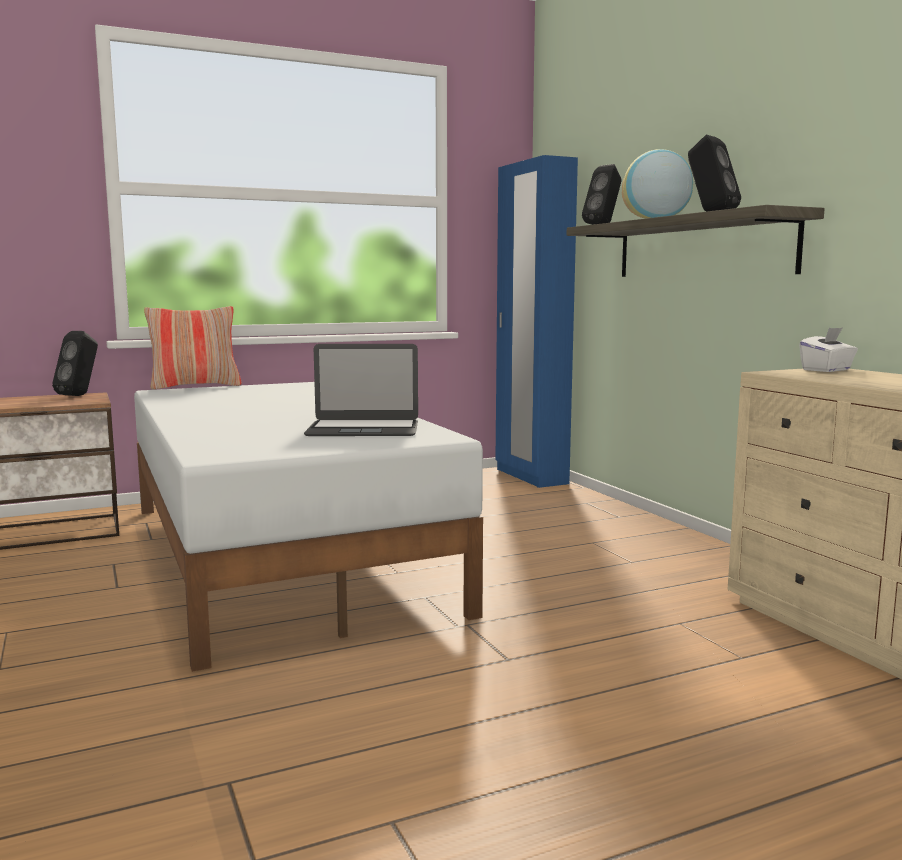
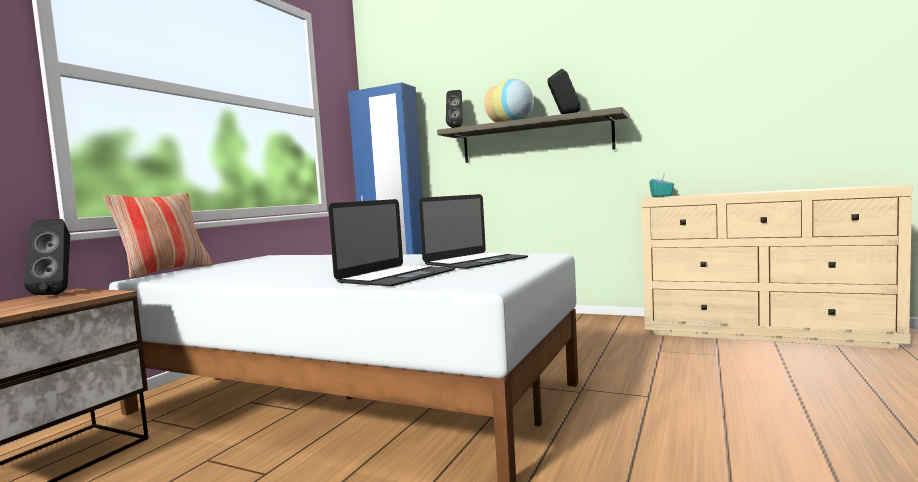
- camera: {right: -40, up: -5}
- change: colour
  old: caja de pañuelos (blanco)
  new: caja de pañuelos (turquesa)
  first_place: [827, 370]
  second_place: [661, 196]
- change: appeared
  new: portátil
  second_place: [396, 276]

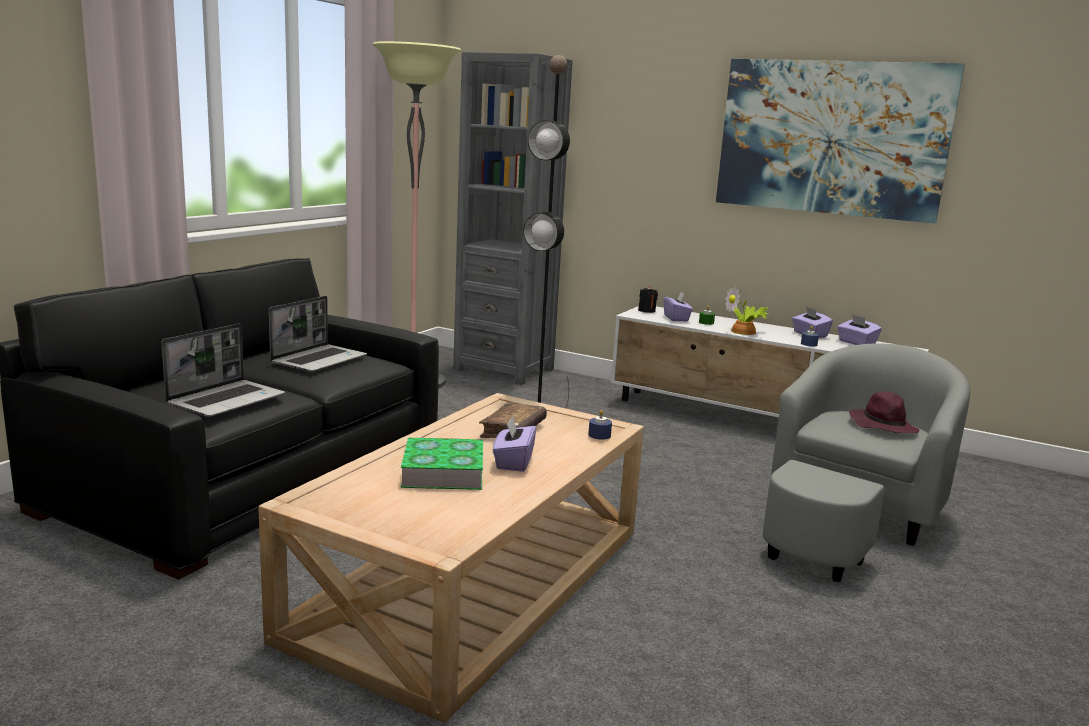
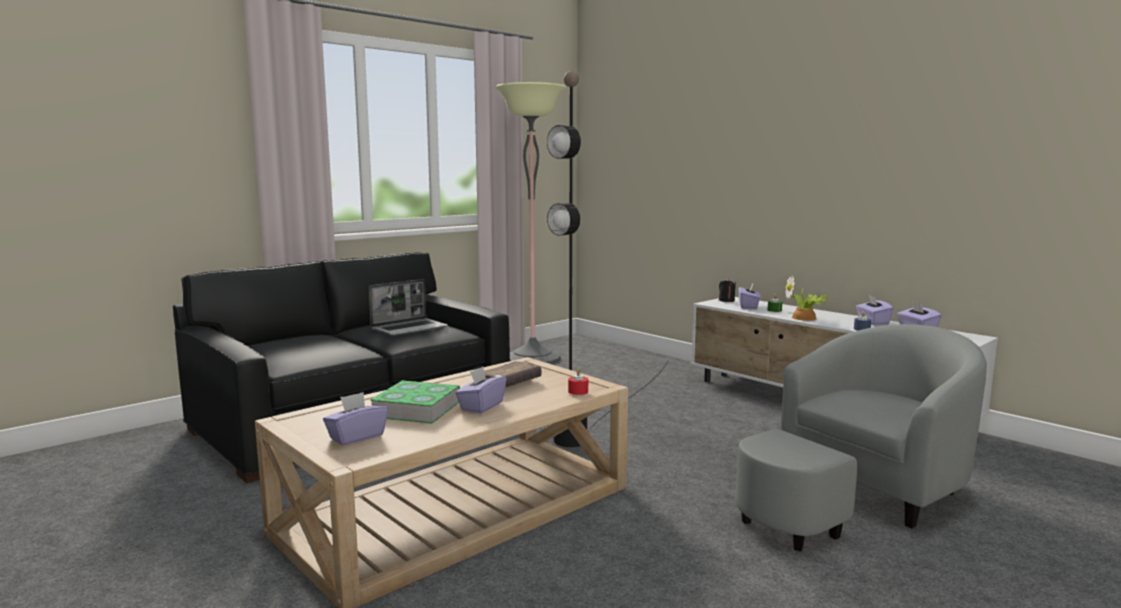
- camera: {right: 20, up: -5}
- change: missing
  old: estantería (gris)
  first_place: [504, 370]
- change: missing
  old: cuadro
  first_place: [831, 138]
- change: missing
  old: portátil
  first_place: [227, 400]
- change: missing
  old: sombrero (morado)
  first_place: [882, 426]
- change: colour
  old: vela (azul)
  new: vela (rojo)
  first_place: [599, 435]
  second_place: [578, 391]
- change: appeared
  new: caja de pañuelos (morado)
  second_place: [356, 437]

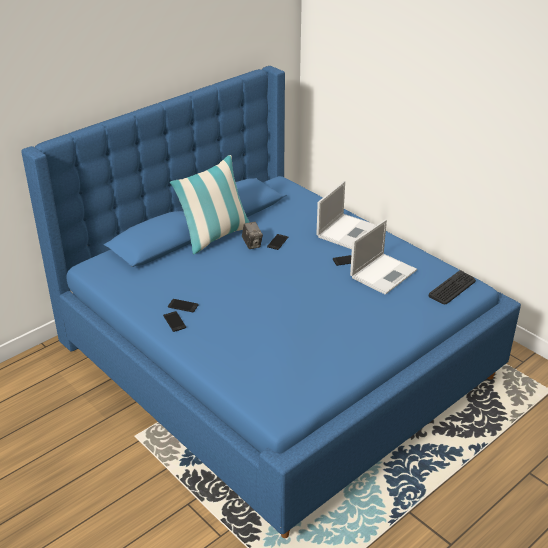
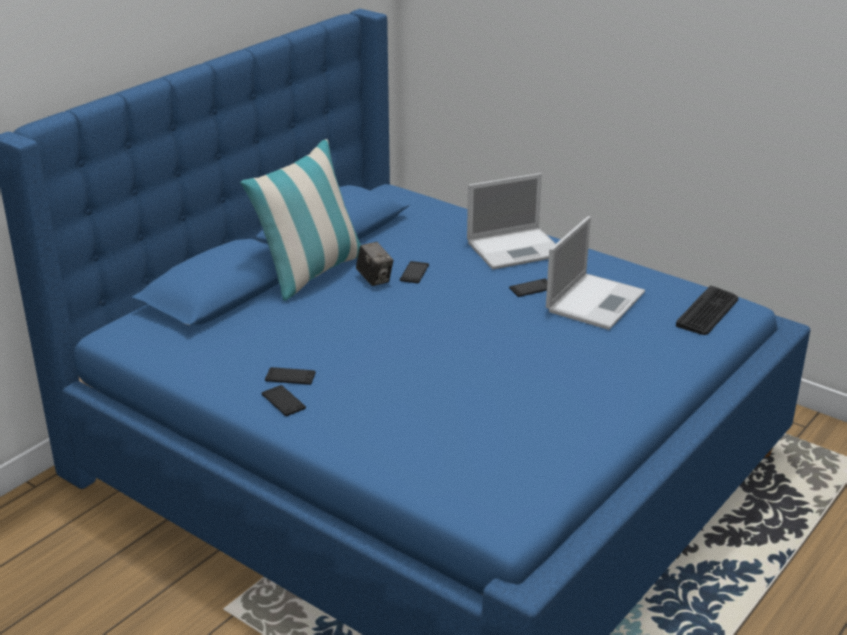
- camera: {right: -10, up: -5}
- change: spun
  old: portátil
  first_place: [346, 231]
  second_place: [517, 248]
  degrees: 45

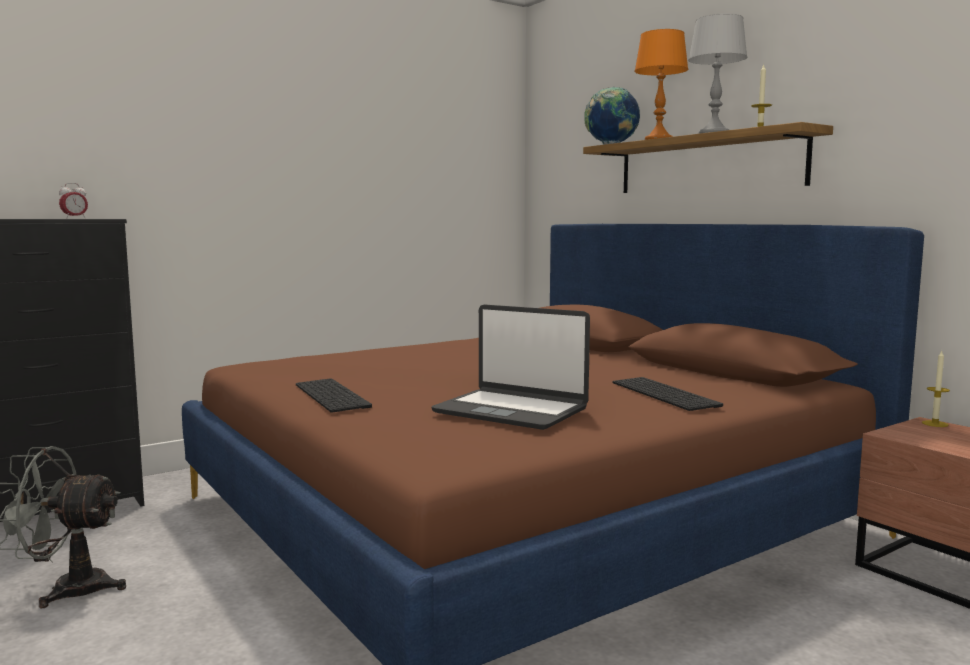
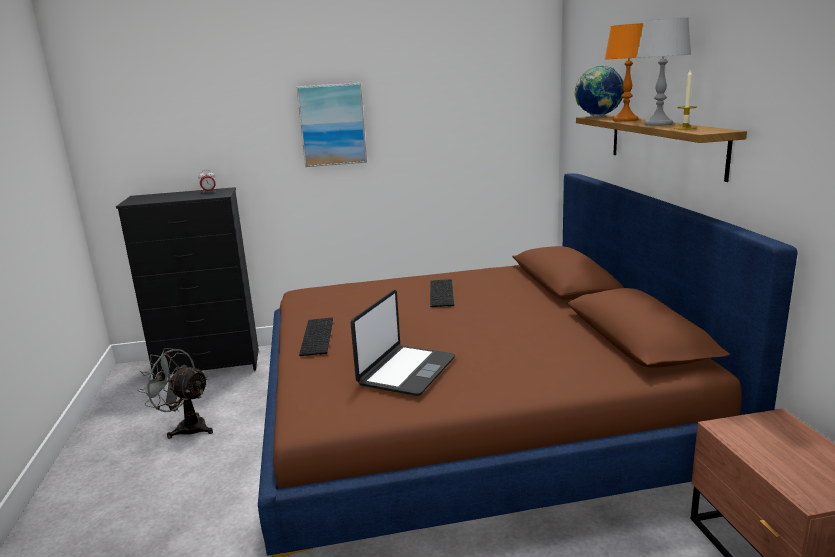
- camera: {right: 25, up: 10}
- change: spun
  old: portátil
  first_place: [511, 410]
  second_place: [406, 371]
  degrees: -120
- change: missing
  old: vela
  first_place: [935, 424]
- change: relocated
  old: teclado
  first_place: [667, 394]
  second_place: [443, 293]
- change: appeared
  new: cuadro
  second_place: [332, 125]

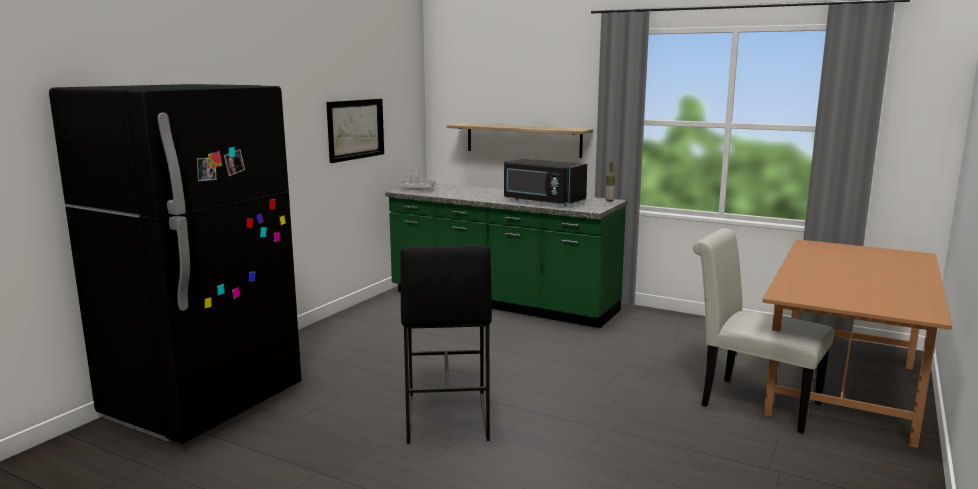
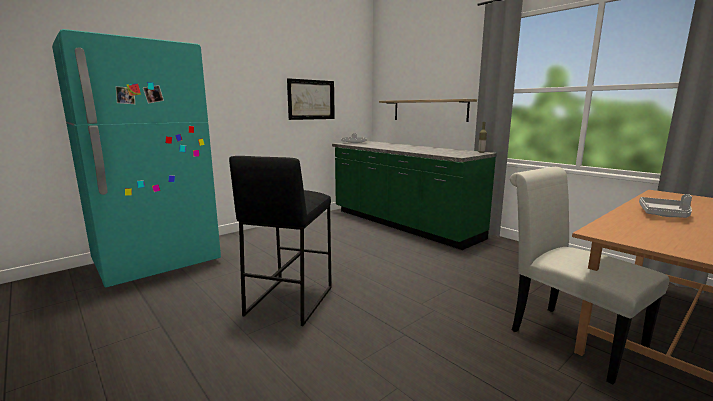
- camera: {right: 20, up: 0}
- change: colour
  old: nevera (negro)
  new: nevera (turquesa)
  first_place: [204, 403]
  second_place: [157, 263]
- change: missing
  old: microondas (negro)
  first_place: [542, 201]
- change: appeared
  new: bandeja (gris)
  second_place: [664, 214]

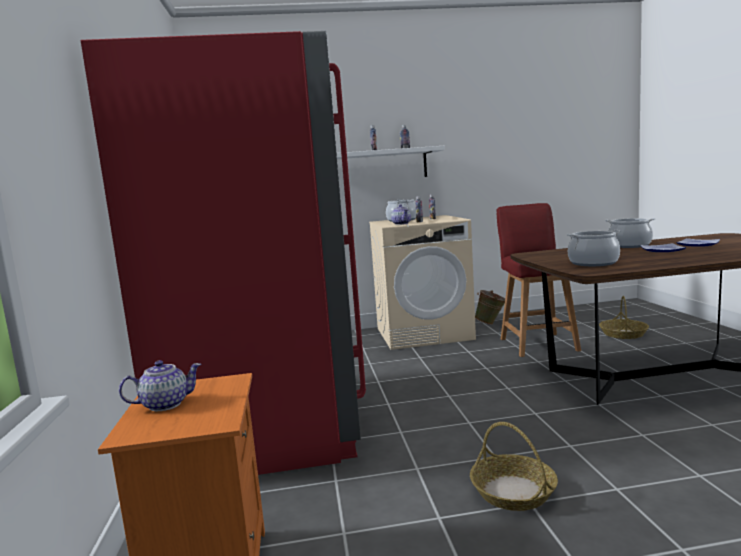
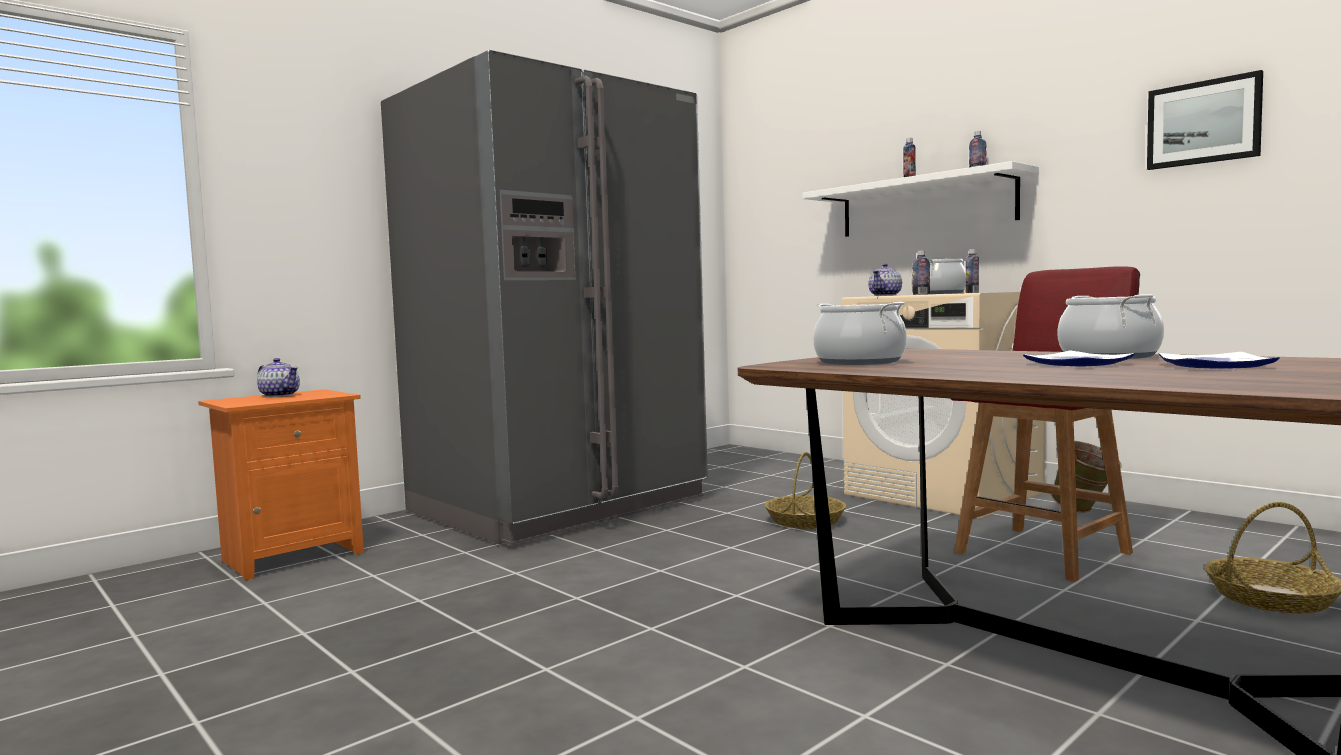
- camera: {right: 55, up: -5}
- change: colour
  old: nevera (rojo)
  new: nevera (gris)
  first_place: [265, 424]
  second_place: [557, 505]
- change: relocated
  old: cesta
  first_place: [512, 492]
  second_place: [805, 521]
- change: appeared
  new: cuadro
  second_place: [1203, 122]

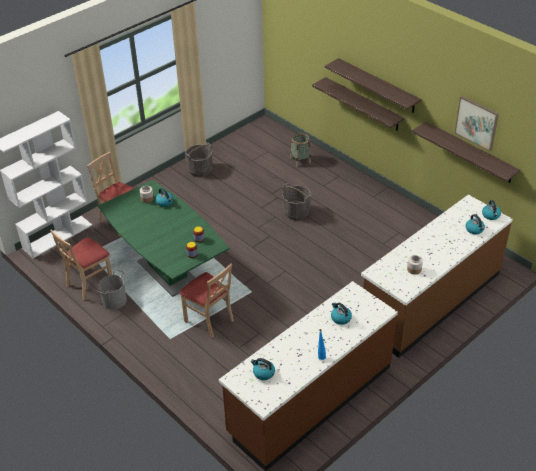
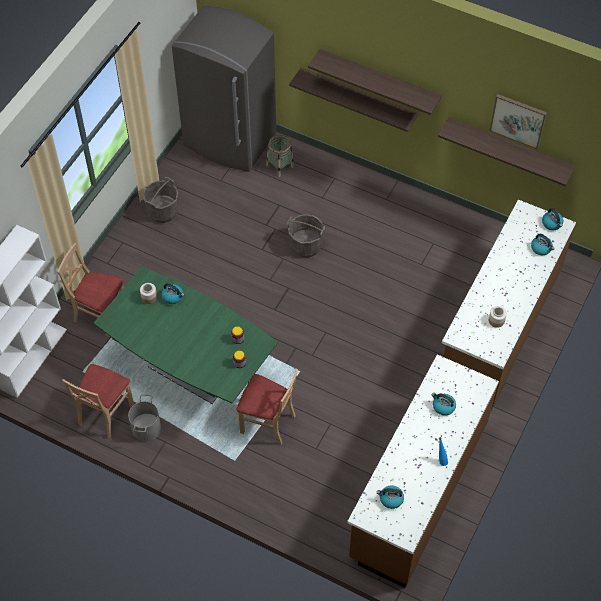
- camera: {right: -20, up: 15}
- change: appeared
  new: nevera (gris)
  second_place: [229, 141]

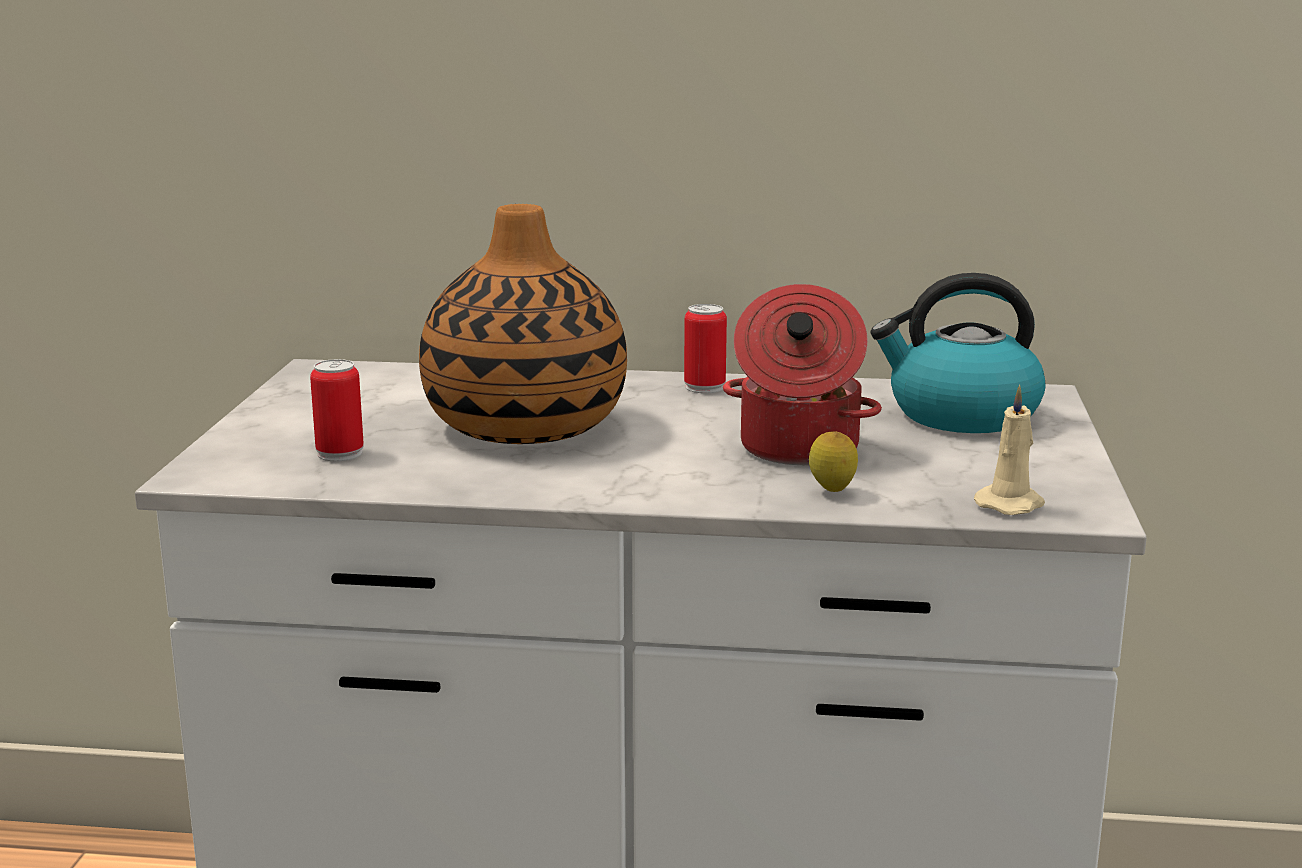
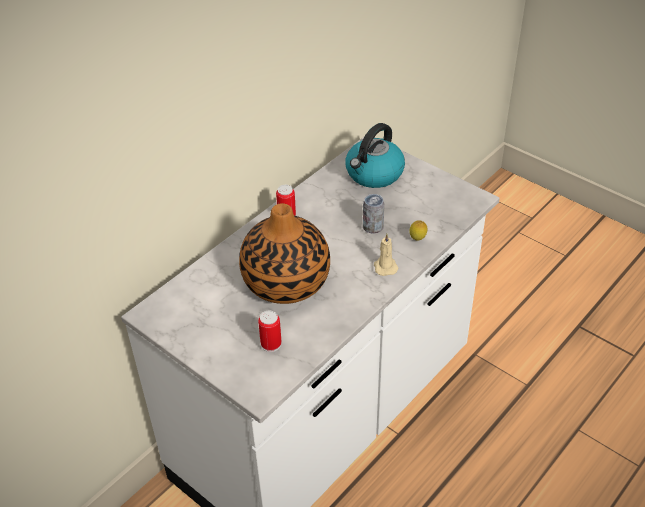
- camera: {right: -55, up: 25}
- change: exchanged
  old: olla
  new: lata
  first_place: [797, 449]
  second_place: [373, 227]
- change: relocated
  old: vela (beis)
  first_place: [1011, 504]
  second_place: [385, 266]

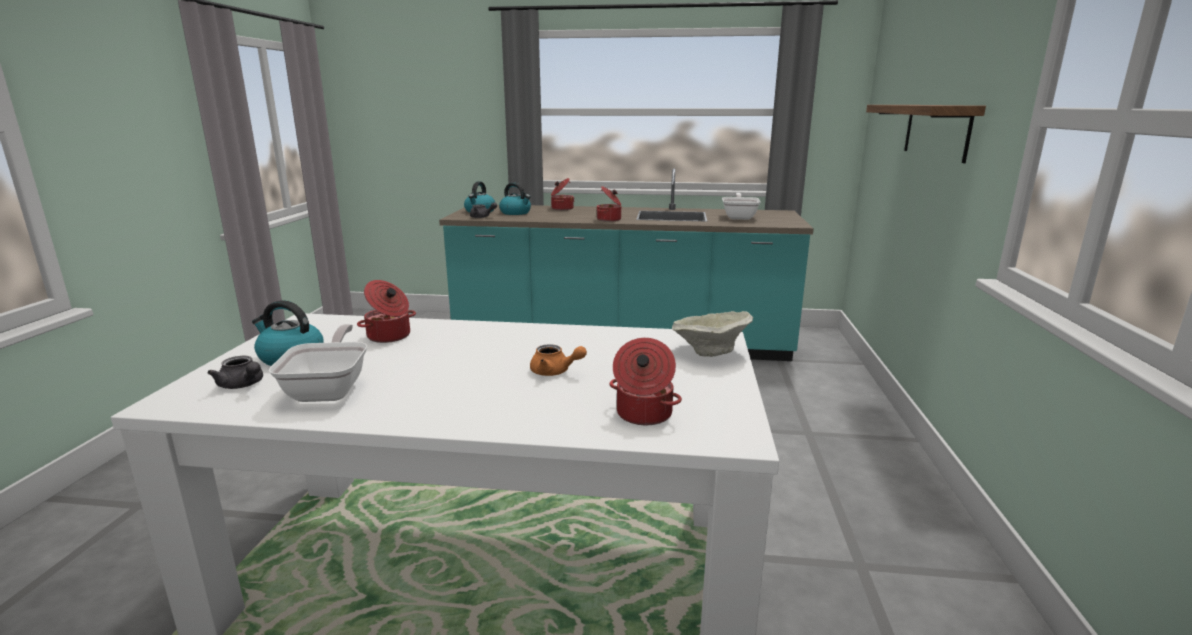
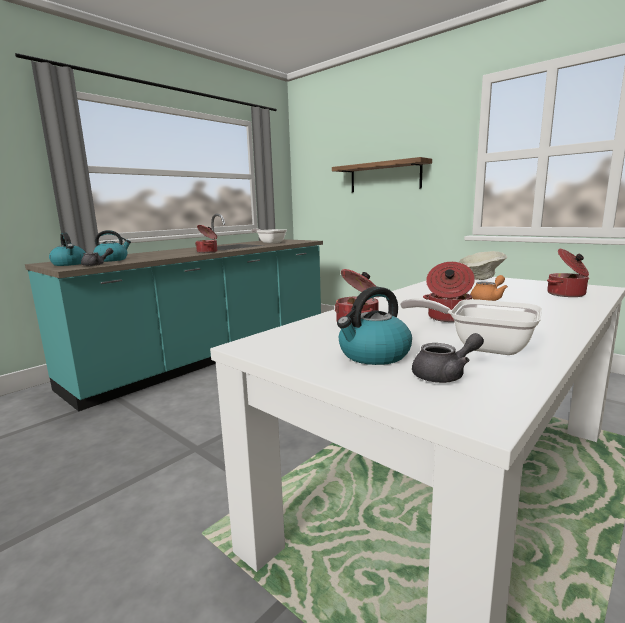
- camera: {right: -55, up: -5}
- change: relocated
  old: olla
  first_place: [561, 208]
  second_place: [448, 318]

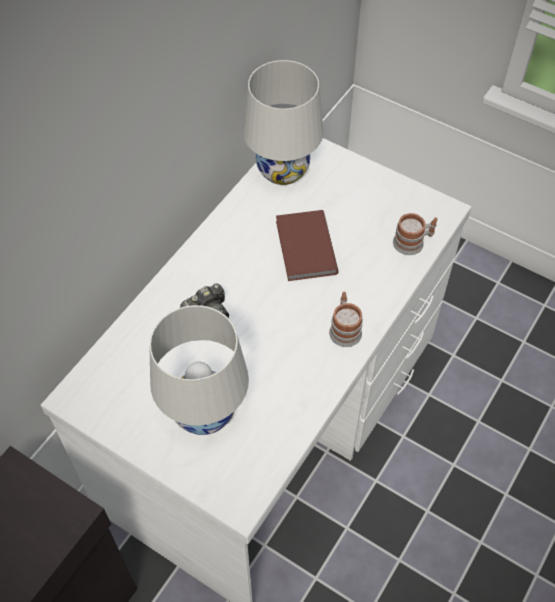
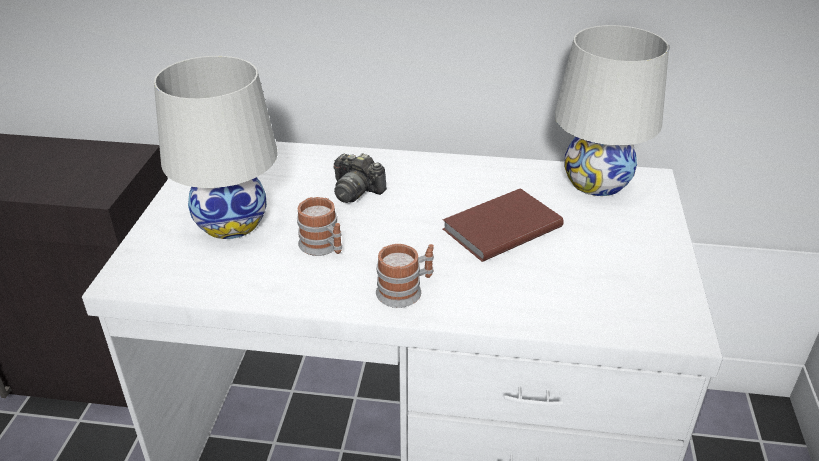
- camera: {right: 65, up: -20}
- change: relocated
  old: taza grande
  first_place: [413, 242]
  second_place: [323, 247]

